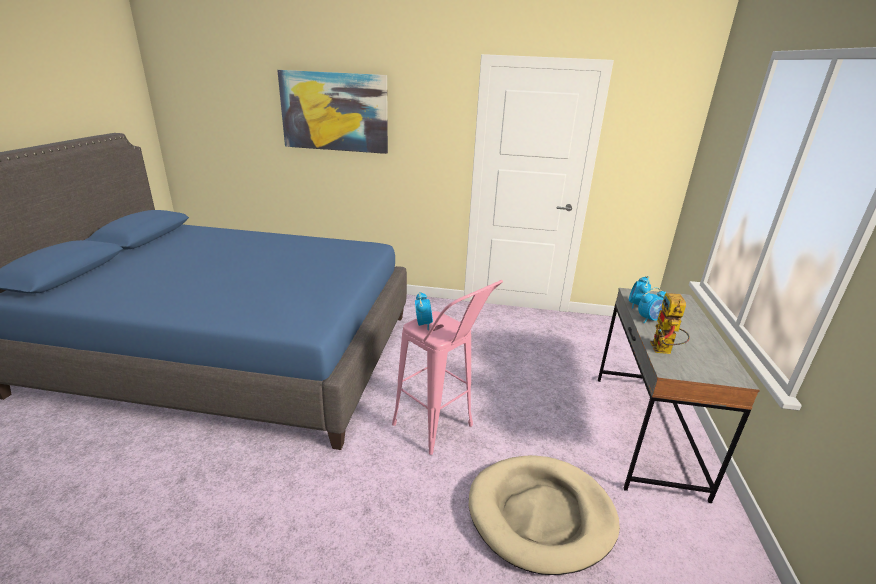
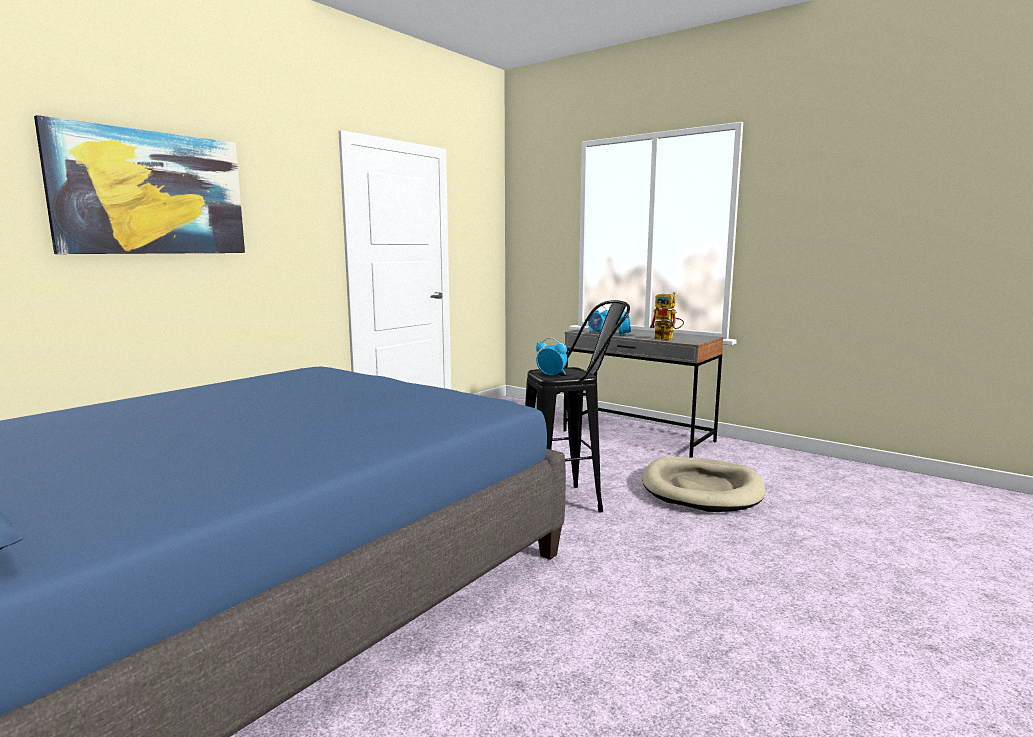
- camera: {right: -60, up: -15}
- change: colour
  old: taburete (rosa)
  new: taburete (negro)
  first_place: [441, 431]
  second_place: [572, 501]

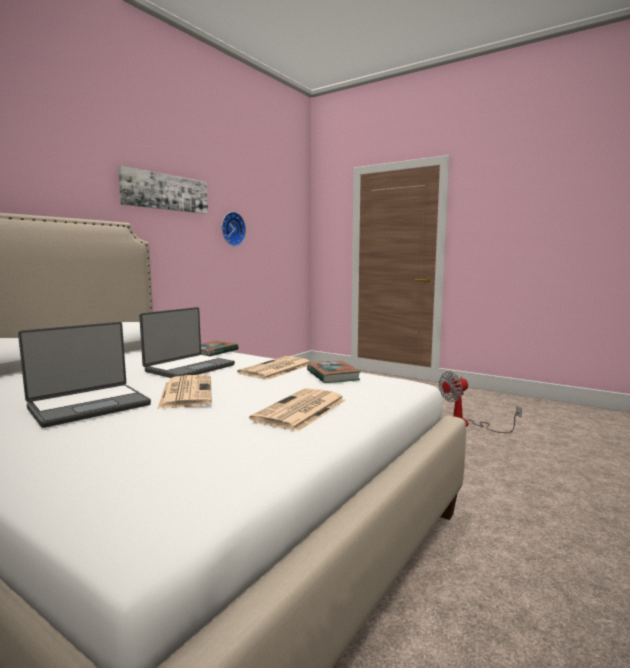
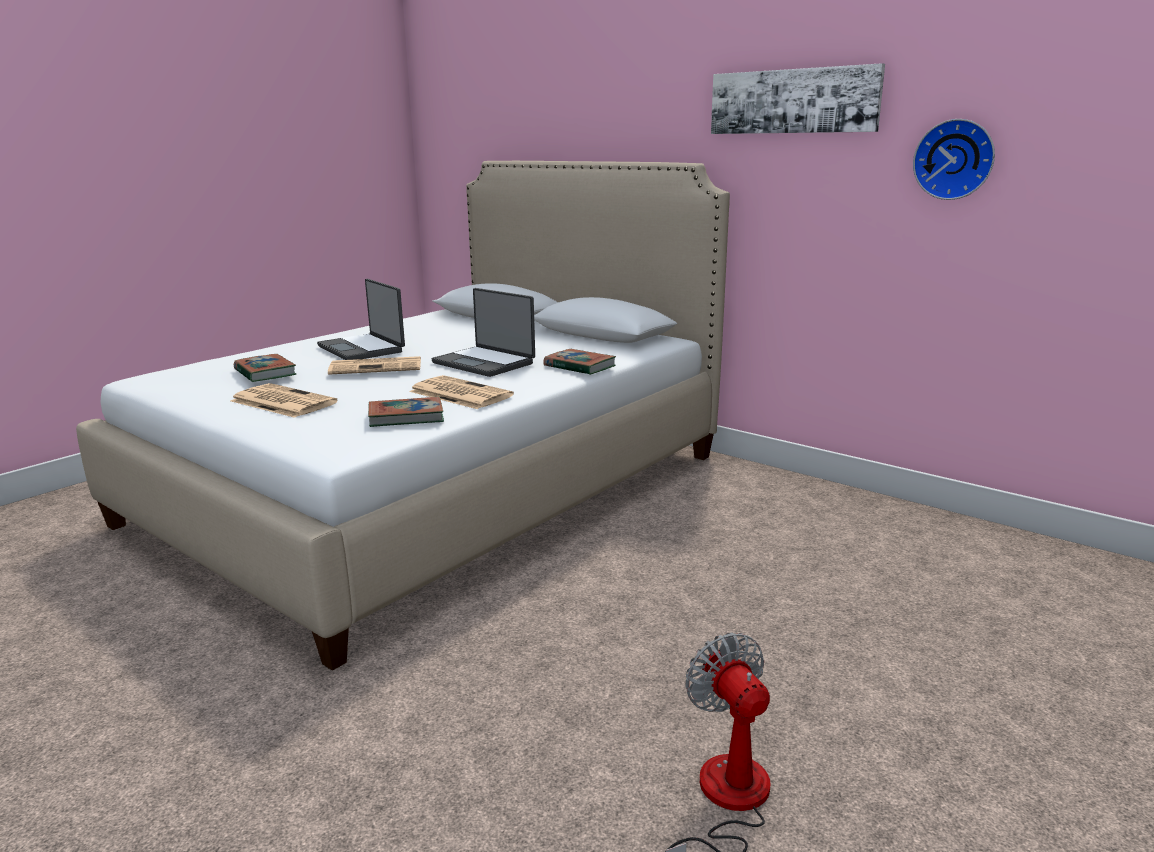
- camera: {right: 95, up: 10}
- change: appeared
  new: libro
  second_place: [265, 372]

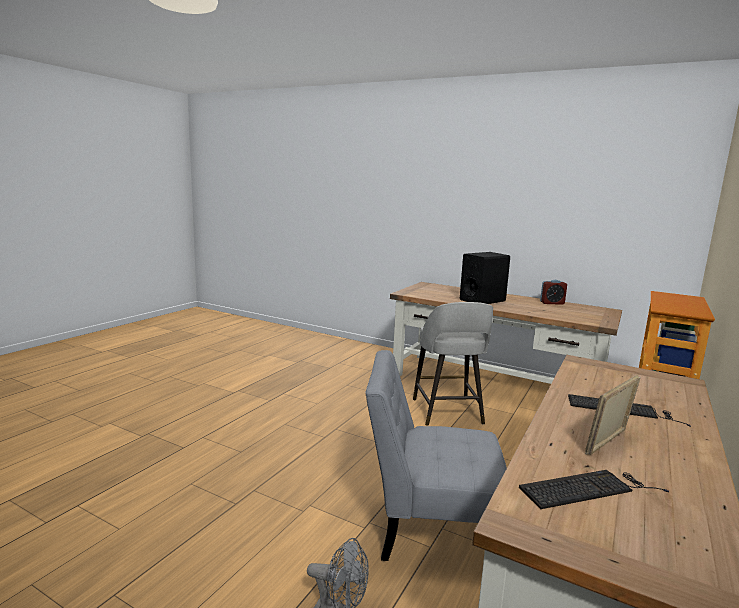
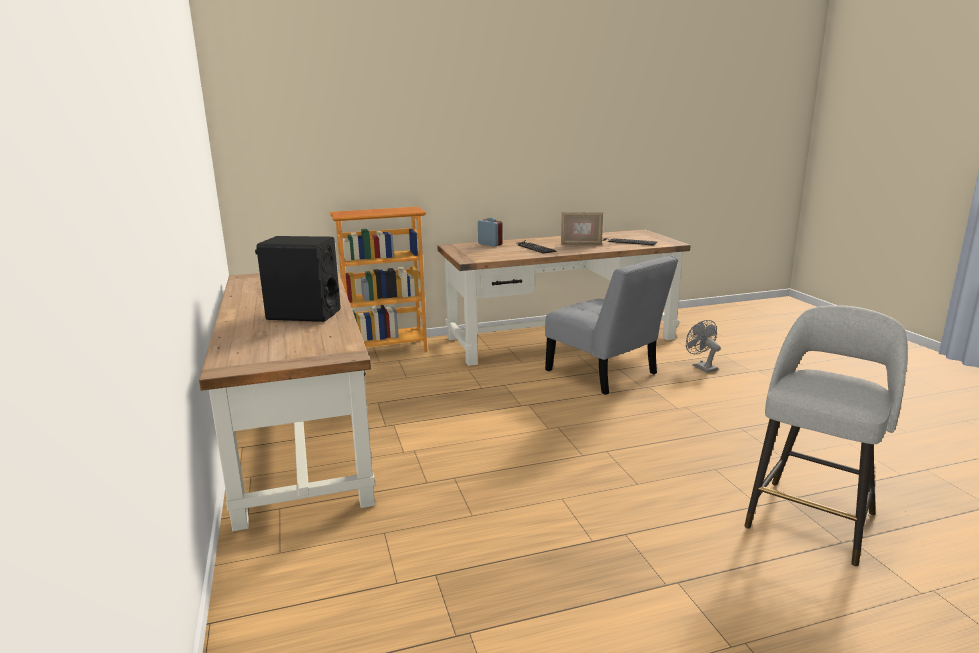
- camera: {right: -135, up: 5}
- change: relocated
  old: despertador
  first_place: [552, 303]
  second_place: [490, 244]
- change: relocated
  old: taburete (gris)
  first_place: [447, 412]
  second_place: [812, 518]

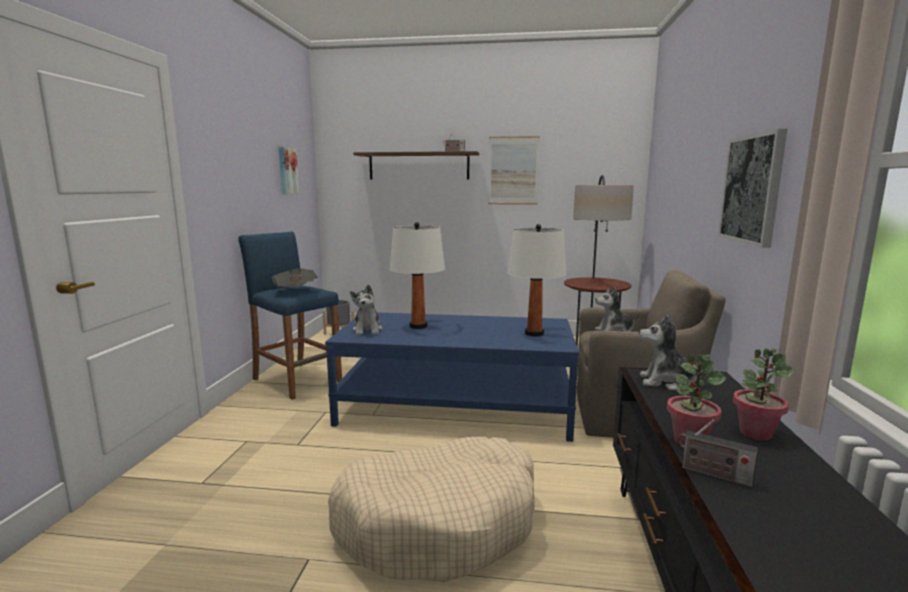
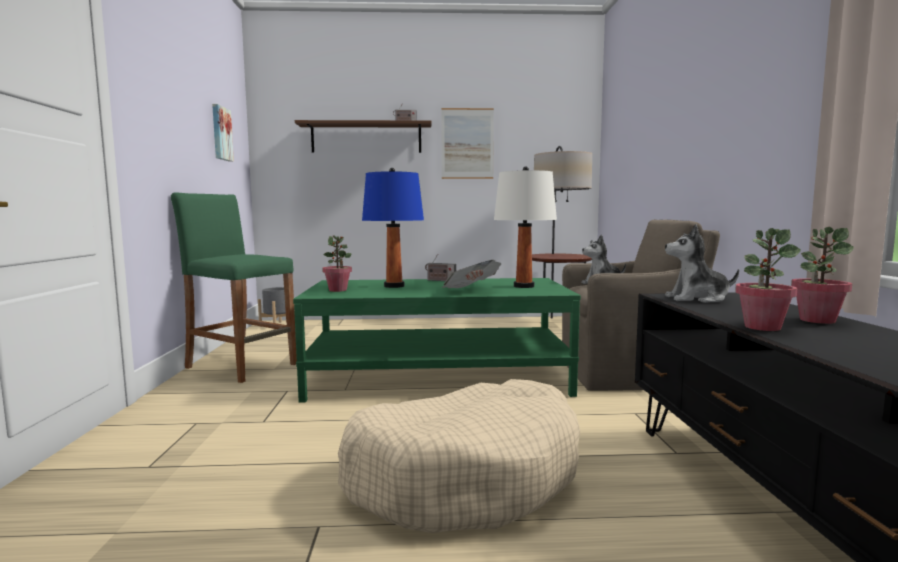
- camera: {right: -10, up: -5}
- change: missing
  old: cuadro
  first_place: [752, 189]
- change: colour
  old: lámpara de mesa (blanco)
  new: lámpara de mesa (azul)
  first_place: [418, 326]
  second_place: [394, 286]
- change: colour
  old: taburete (azul)
  new: taburete (verde)
  first_place: [297, 380]
  second_place: [241, 366]
- change: relocated
  old: periódico
  first_place: [295, 290]
  second_place: [471, 291]
- change: exchanged
  old: peluche
  new: planta en maceta
  first_place: [367, 330]
  second_place: [338, 290]
- change: colour
  old: mesa de centro (azul)
  new: mesa de centro (verde)
  first_place: [456, 408]
  second_place: [438, 378]
- change: relocated
  old: radio
  first_place: [712, 474]
  second_place: [440, 280]

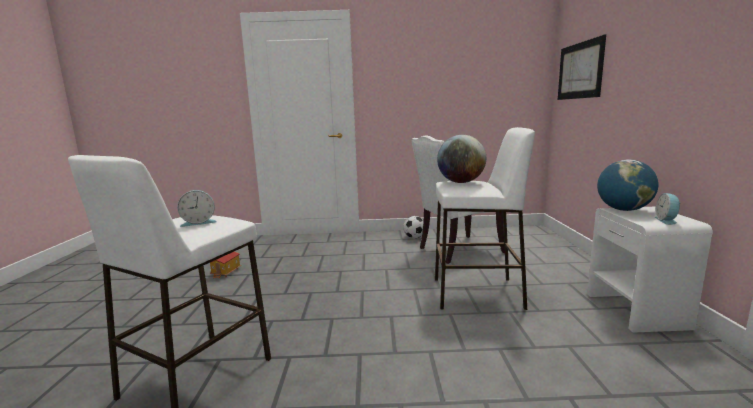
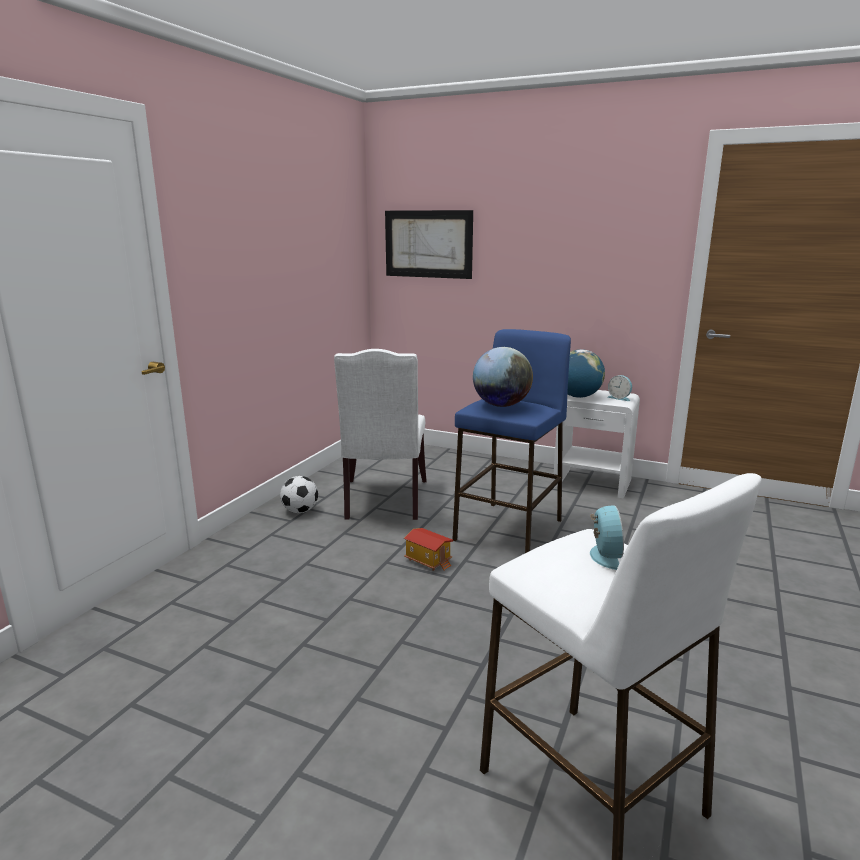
- camera: {right: -65, up: 5}
- change: colour
  old: taburete (blanco)
  new: taburete (azul)
  first_place: [477, 293]
  second_place: [509, 529]
- change: relocated
  old: casita
  first_place: [226, 272]
  second_place: [429, 561]

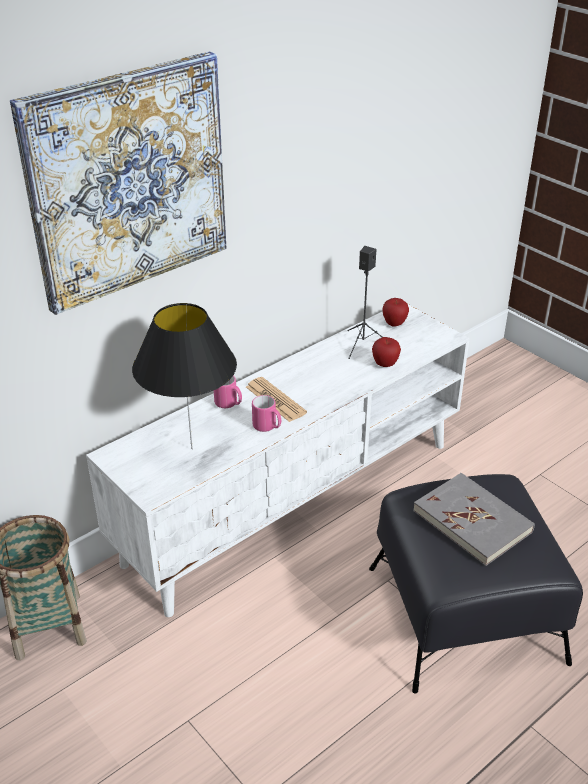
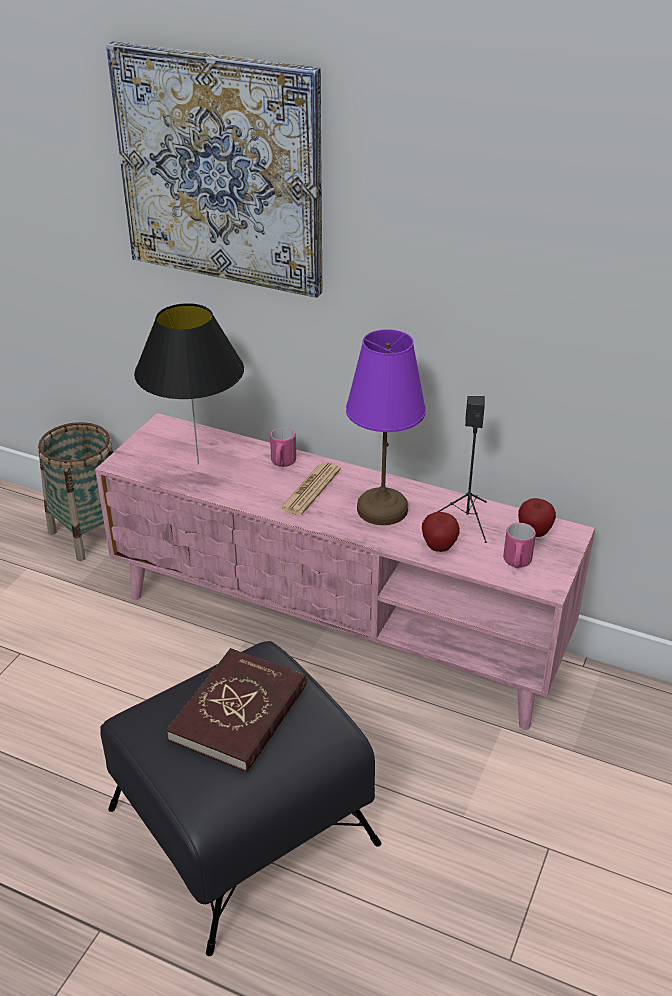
- camera: {right: 65, up: 0}
- change: colour
  old: mueble de televisión (blanco)
  new: mueble de televisión (rosa)
  first_place: [294, 500]
  second_place: [338, 627]
- change: relocated
  old: taza grande (rosa)
  first_place: [267, 427]
  second_place: [516, 563]
- change: colour
  old: libro (gris)
  new: libro (rojo)
  first_place: [472, 521]
  second_place: [239, 713]
- change: appeared
  new: lámpara de mesa (morado)
  second_place: [383, 510]

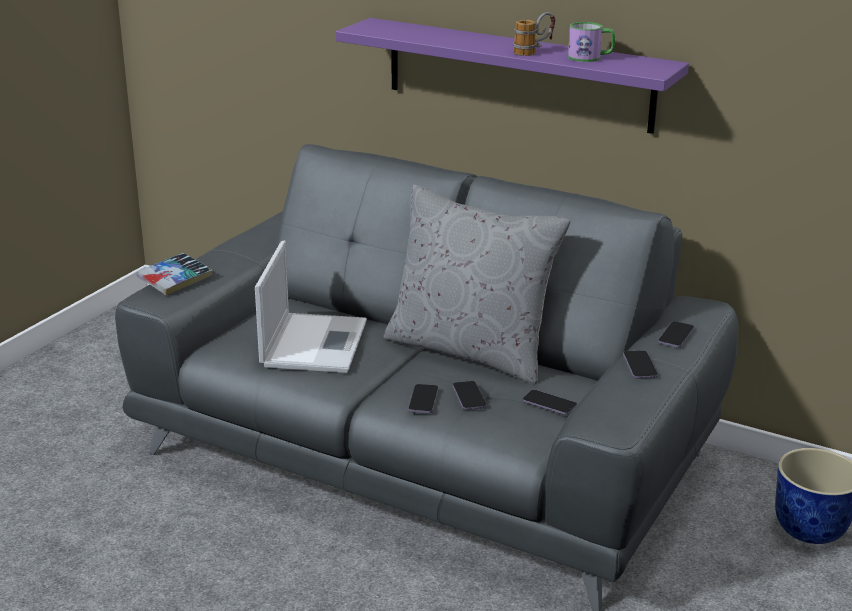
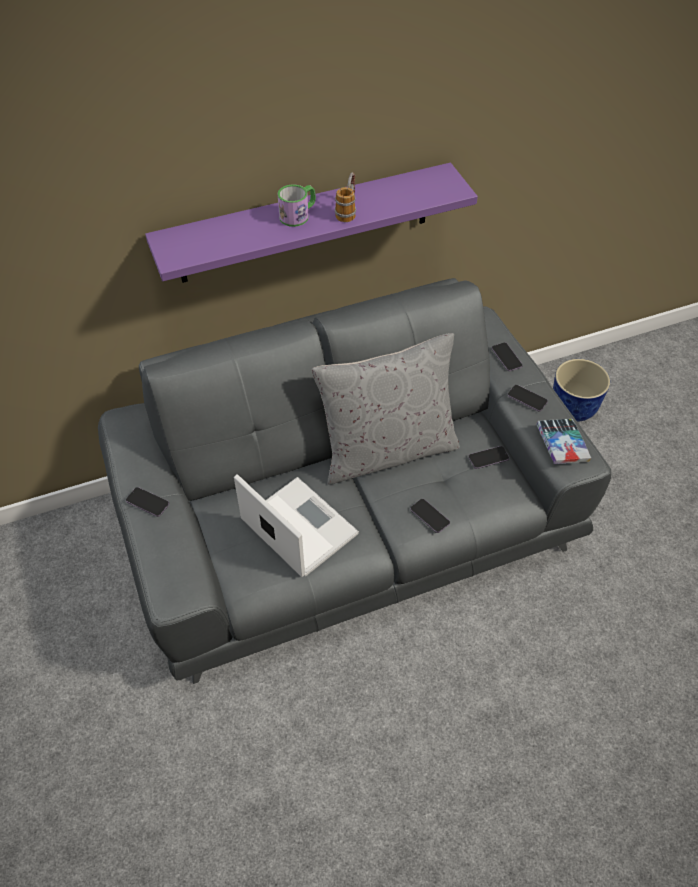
- camera: {right: -50, up: 25}
- change: relocated
  old: taza grande
  first_place: [590, 58]
  second_place: [298, 215]
- change: relocated
  old: libro
  first_place: [175, 280]
  second_place: [562, 445]
- change: relocated
  old: móvil
  first_place: [469, 397]
  second_place: [147, 503]

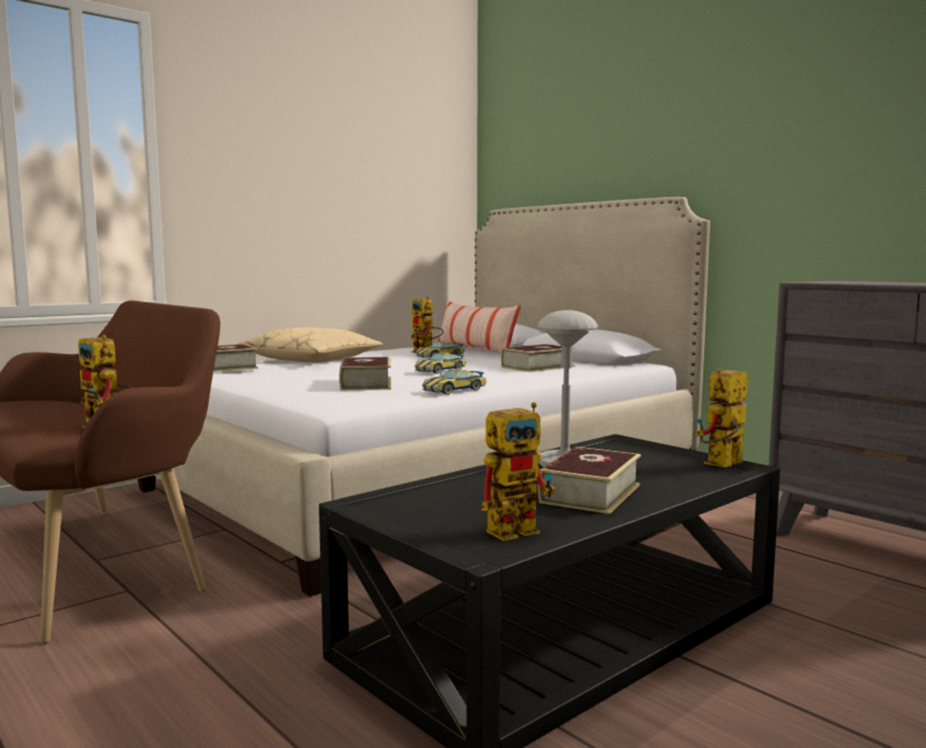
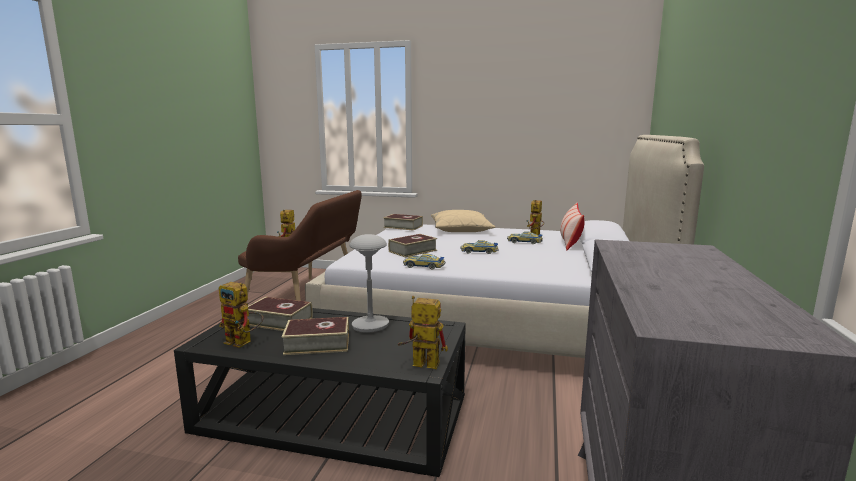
- camera: {right: 55, up: 5}
- change: relocated
  old: libro
  first_place: [537, 367]
  second_place: [279, 321]

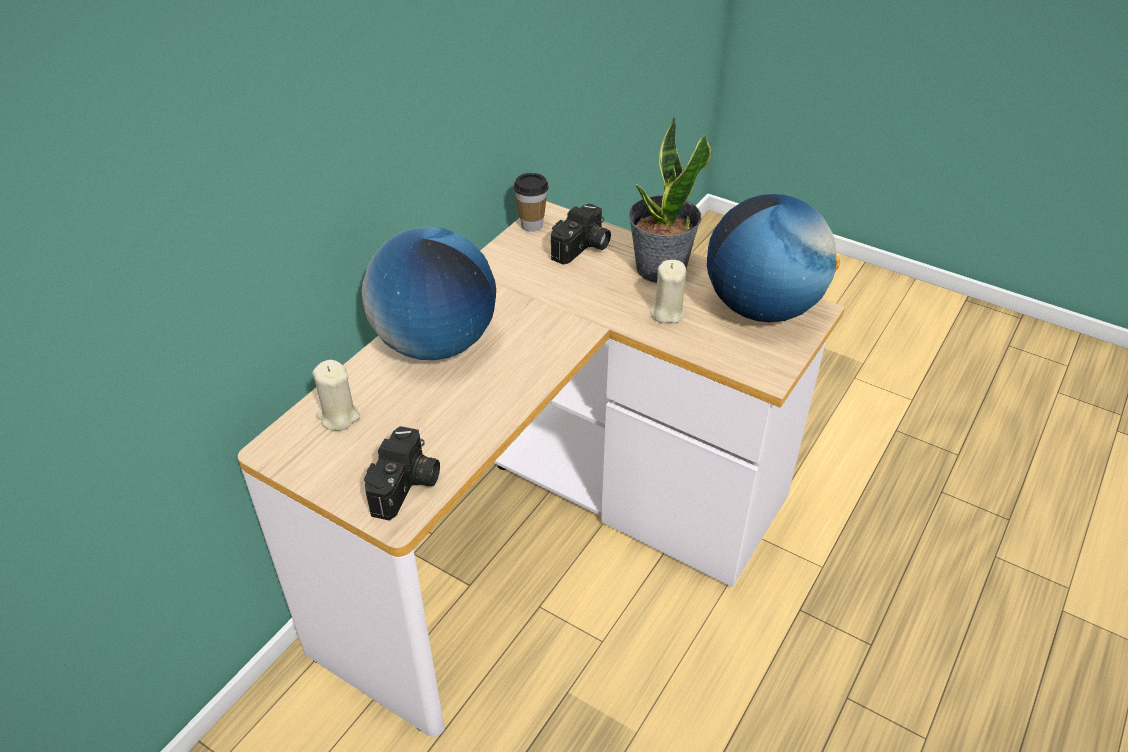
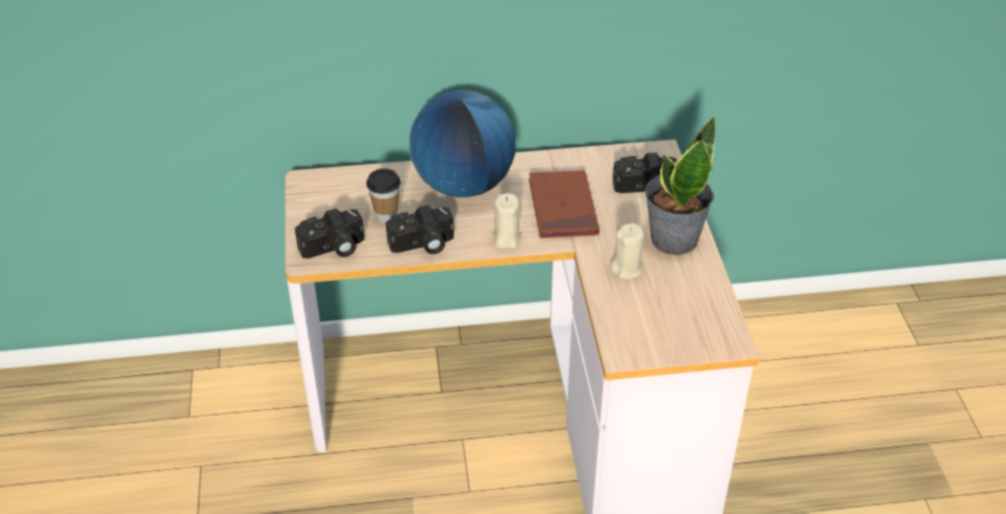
- camera: {right: 50, up: 0}
- change: relocated
  old: taza
  first_place: [532, 225]
  second_place: [386, 216]
- change: missing
  old: globo terráqueo
  first_place: [762, 308]
- change: relocated
  old: vela (beis)
  first_place: [338, 417]
  second_place: [506, 238]
- change: appeared
  new: libro (marrón)
  second_place: [563, 208]
- change: appeared
  new: cámara
  second_place: [422, 245]

